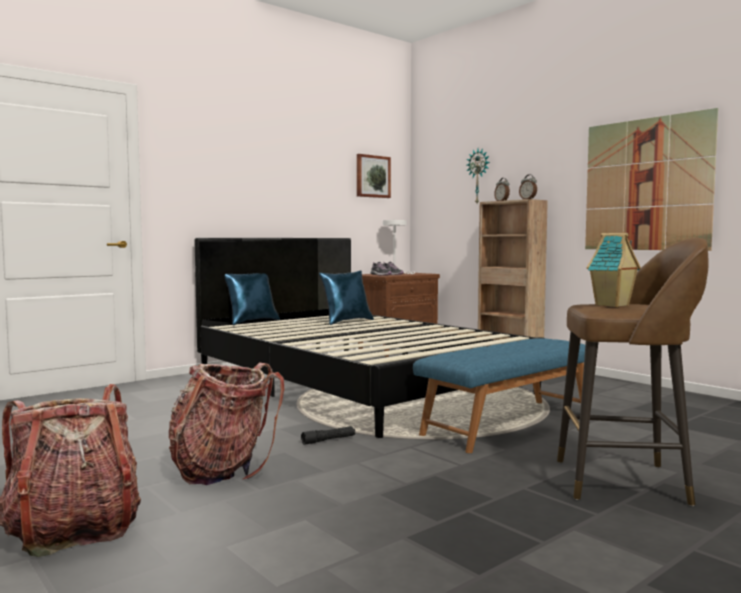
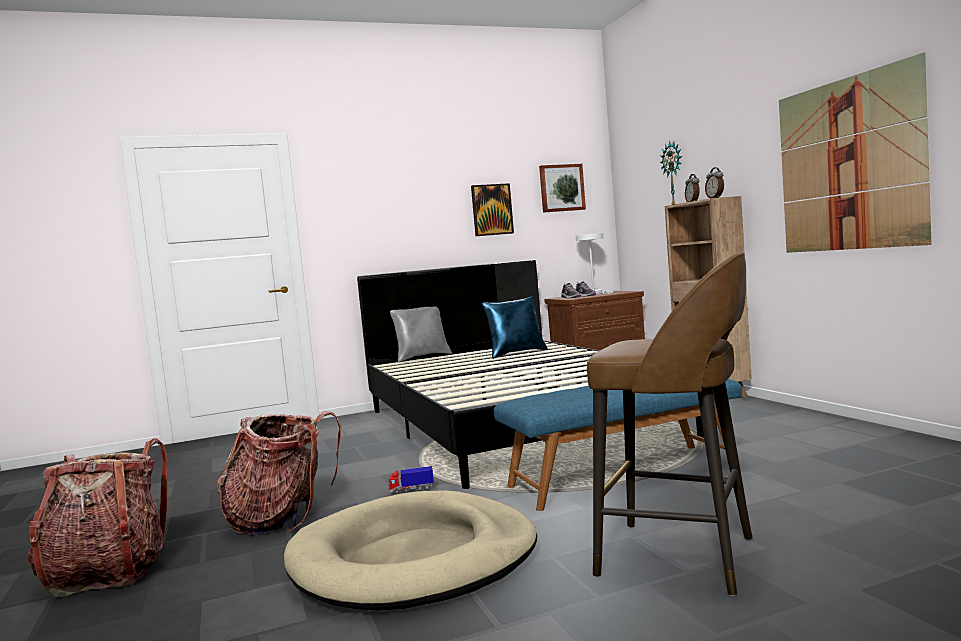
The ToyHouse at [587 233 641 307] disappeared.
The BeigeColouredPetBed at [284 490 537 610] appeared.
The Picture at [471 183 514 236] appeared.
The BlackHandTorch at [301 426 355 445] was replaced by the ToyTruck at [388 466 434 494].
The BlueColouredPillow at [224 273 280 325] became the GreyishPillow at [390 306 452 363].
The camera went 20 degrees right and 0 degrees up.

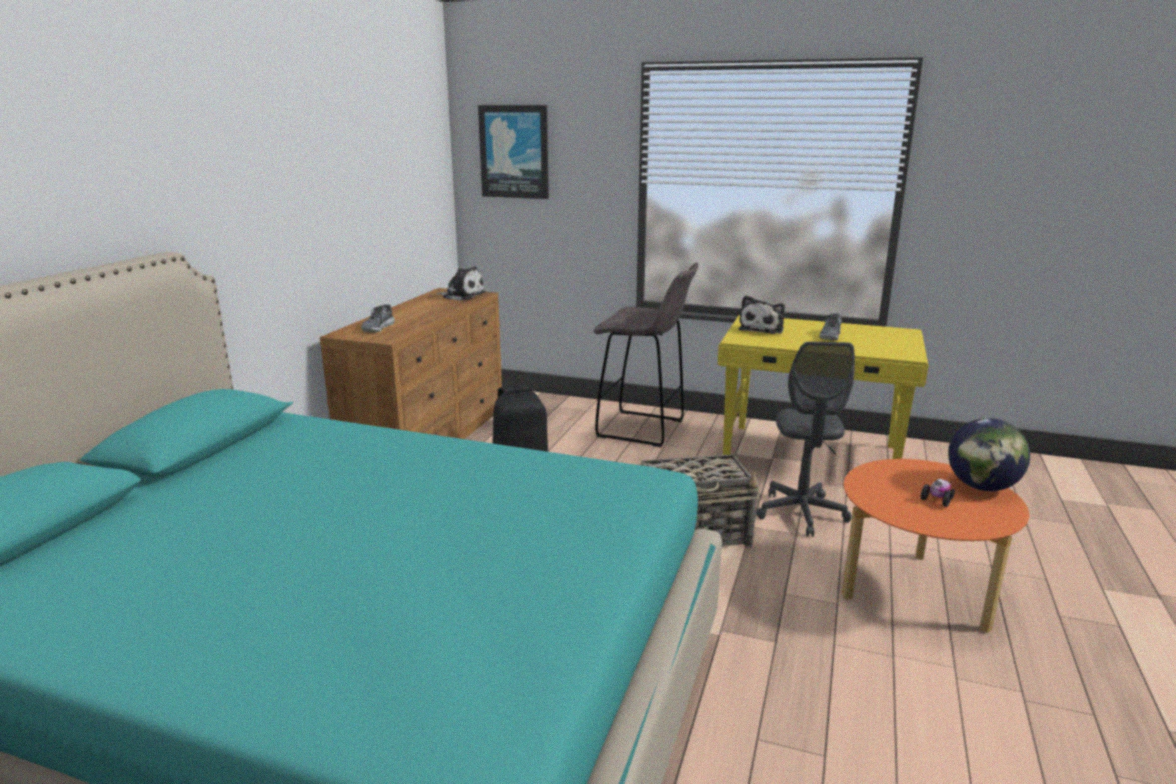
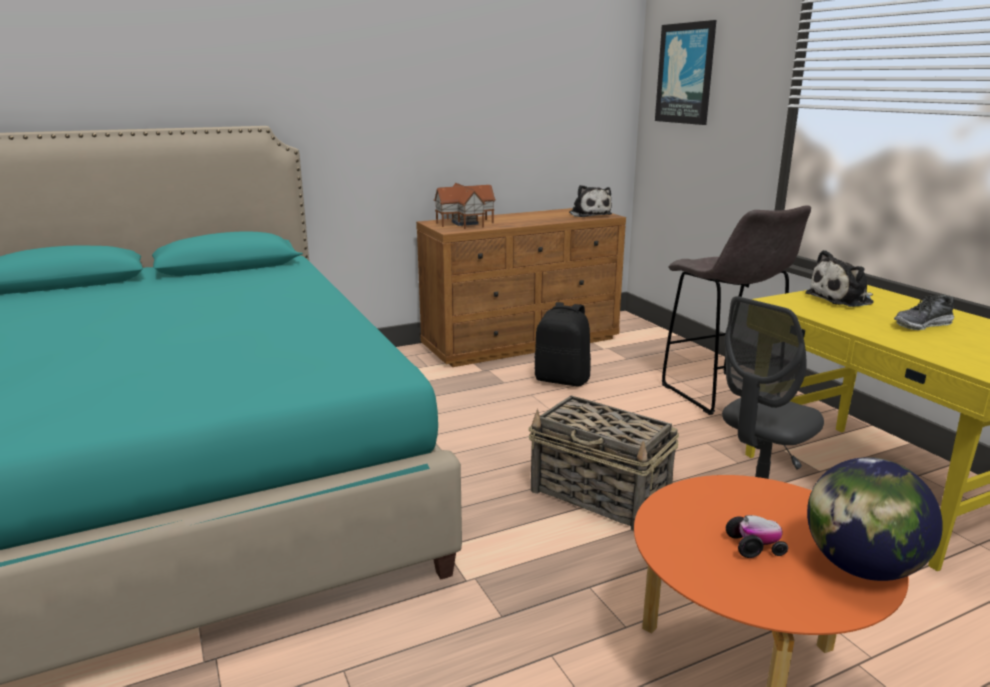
The LowShoe at [361 304 395 333] was replaced by the ToyHouse at [434 183 496 229].
The camera went 45 degrees right and 0 degrees up.

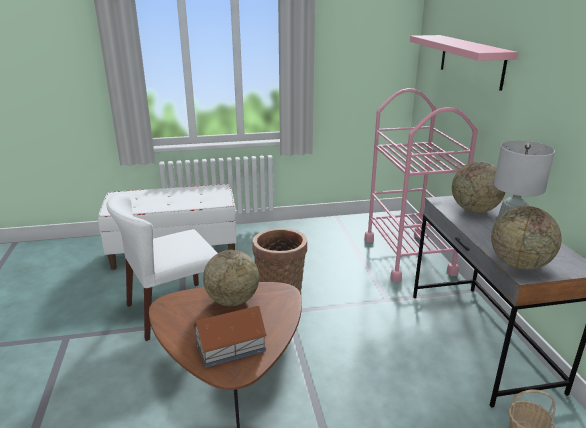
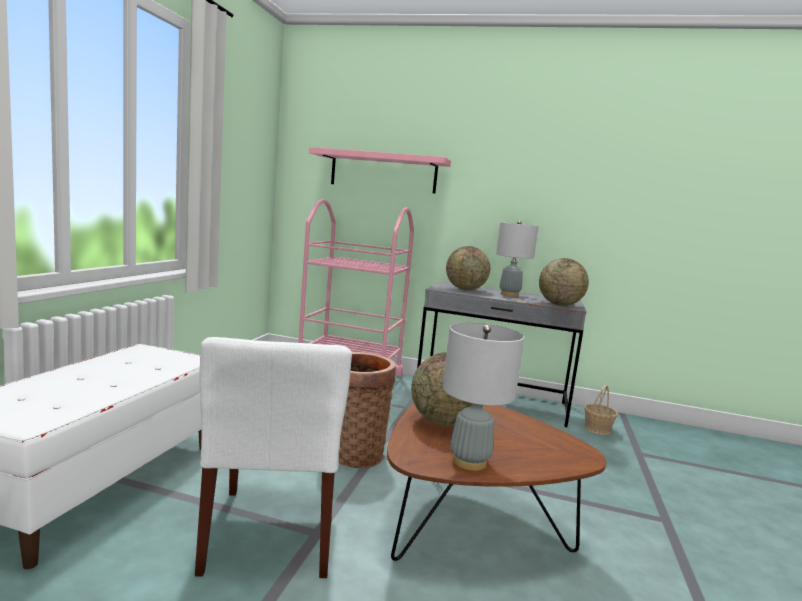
The ToyHouse at [192 306 267 368] disappeared.
The GreyishLampForATable at [443 322 524 471] appeared.
The camera went 65 degrees left and 15 degrees down.

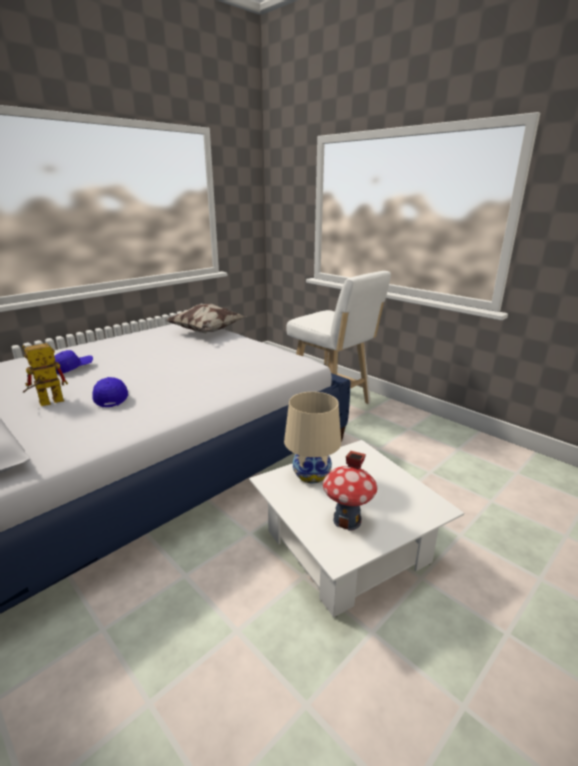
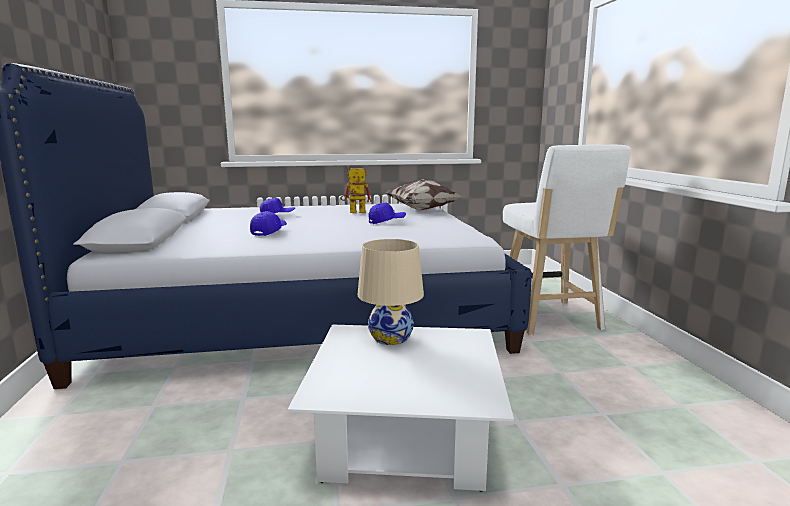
The ToyHouse at [323 451 378 531] disappeared.
The BlueColouredPeakedCap at [369 203 406 224] appeared.
The RobotFigure moved from [22 343 68 406] to [340 166 371 213].
The camera went 35 degrees right and 10 degrees down.

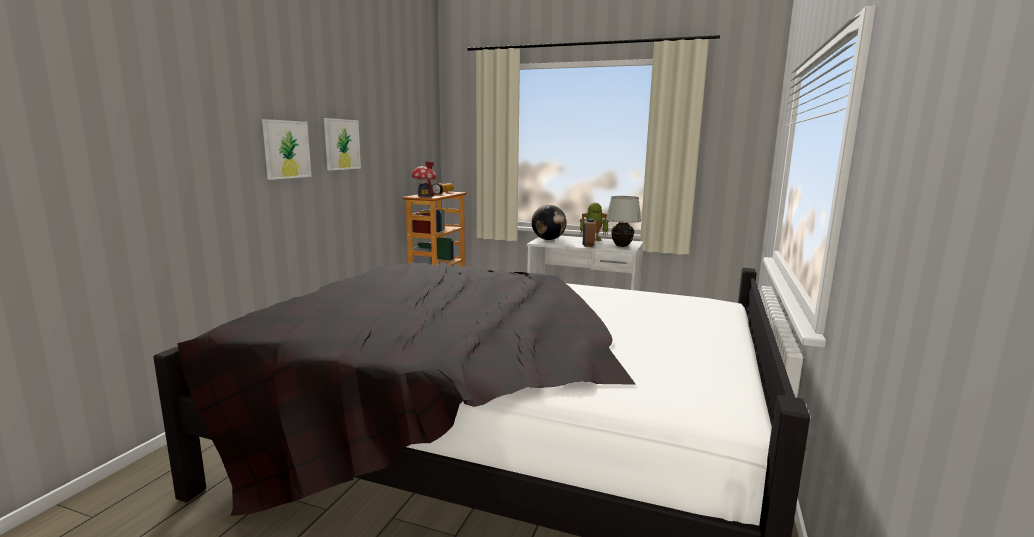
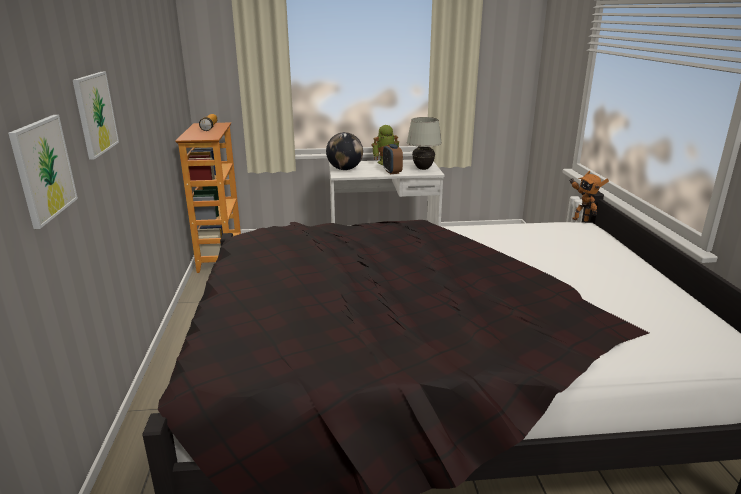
The ToyHouse at [411 161 436 197] disappeared.
The RobotFigure at [569 170 609 222] appeared.
The Picture moved from [324 118 361 170] to [8 115 78 229].
The camera went 25 degrees left and 10 degrees up.

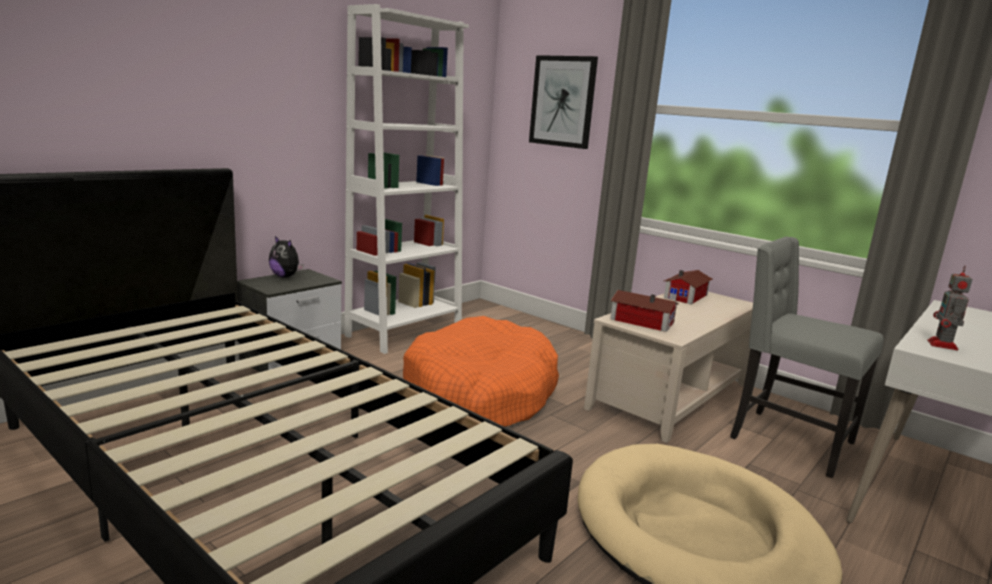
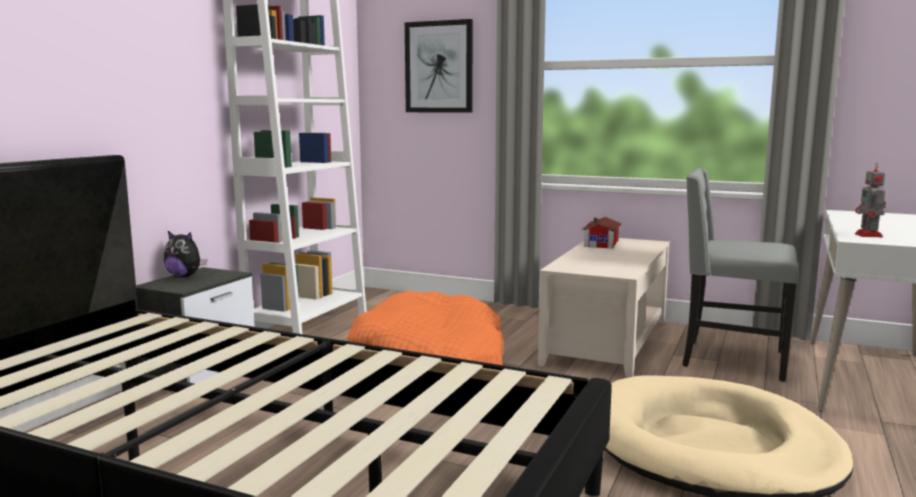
The ToyHouse at [610 290 679 332] disappeared.
The camera went 15 degrees left and 5 degrees down.

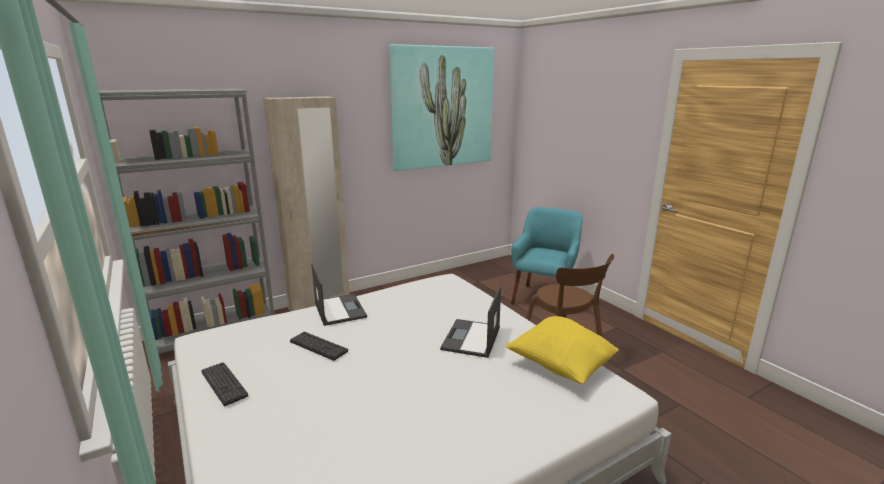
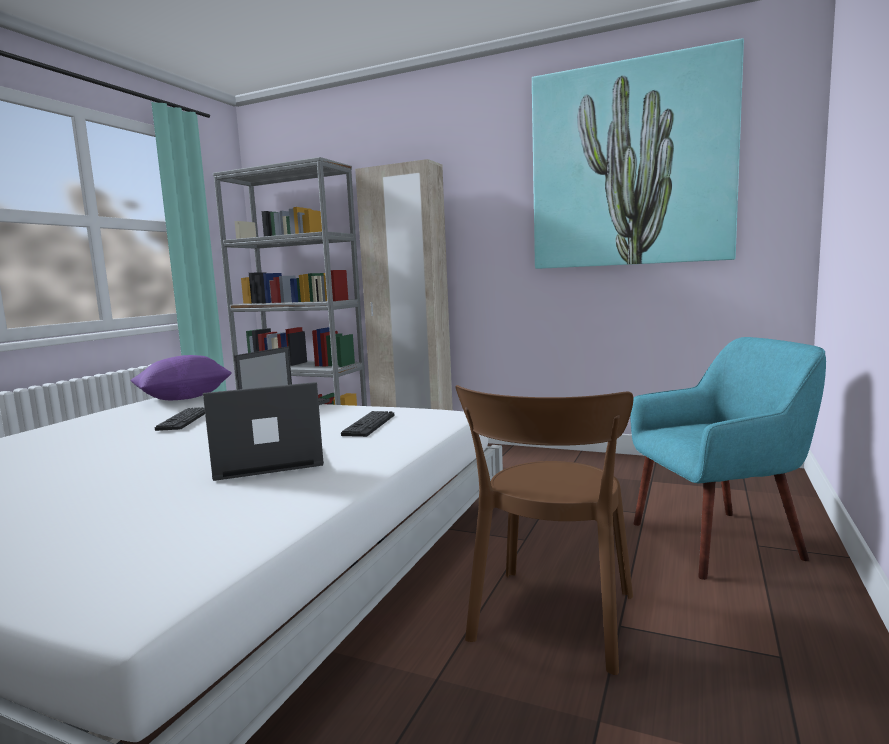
The YellowishPillow at [505 316 619 384] disappeared.
The PurpleColouredPillow at [130 355 232 400] appeared.
The PcKeyboard moved from [201 362 248 406] to [341 411 394 437].
The camera went 55 degrees right and 10 degrees down.

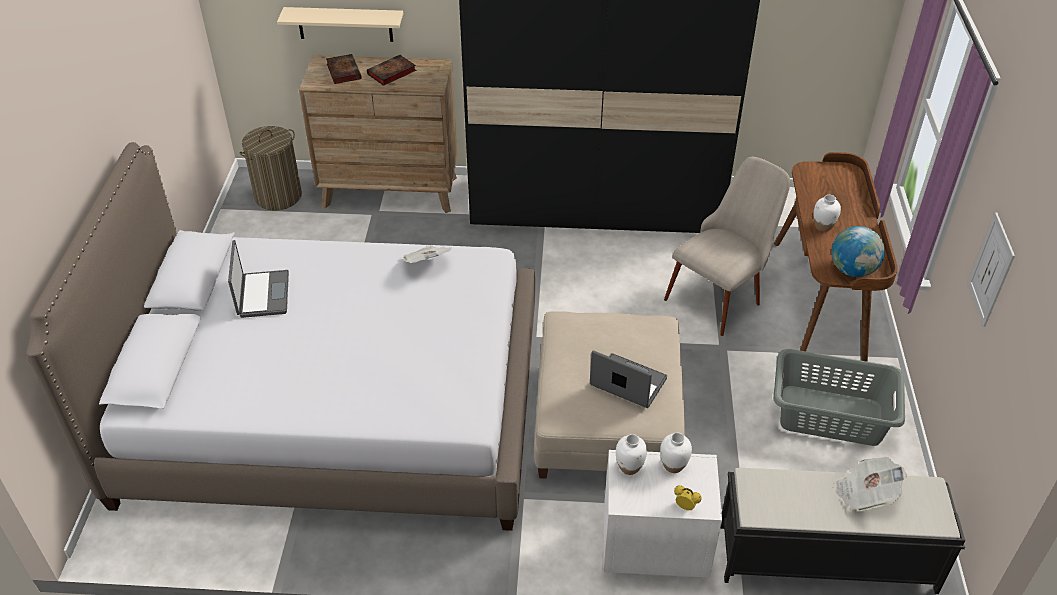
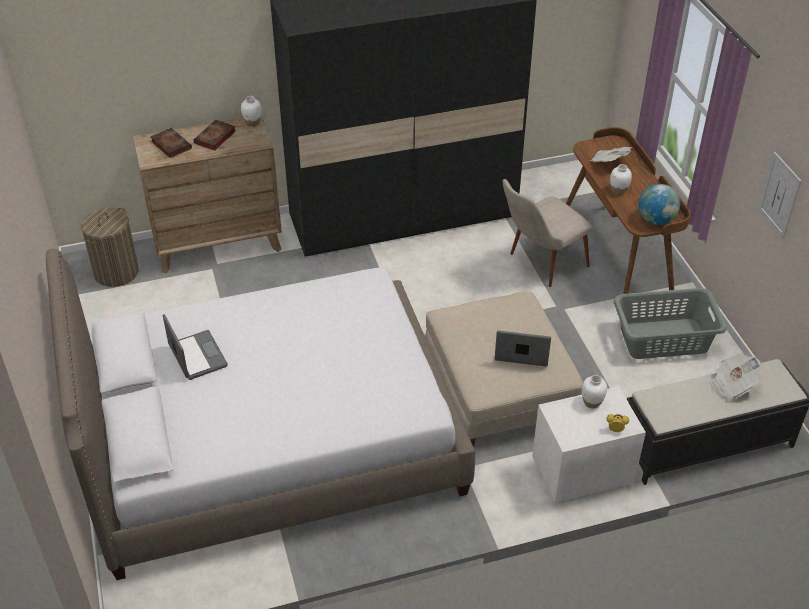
The BeigeColouredShelf at [277 7 403 42] disappeared.
The DailyPaper moved from [403 245 451 263] to [590 147 632 162].
The WhitishVase moved from [616 434 647 475] to [241 96 262 127].
The BeigeColouredUprightChair at [664 157 790 336] turned 150 degrees counterclockwise.
The camera went 20 degrees left and 0 degrees up.

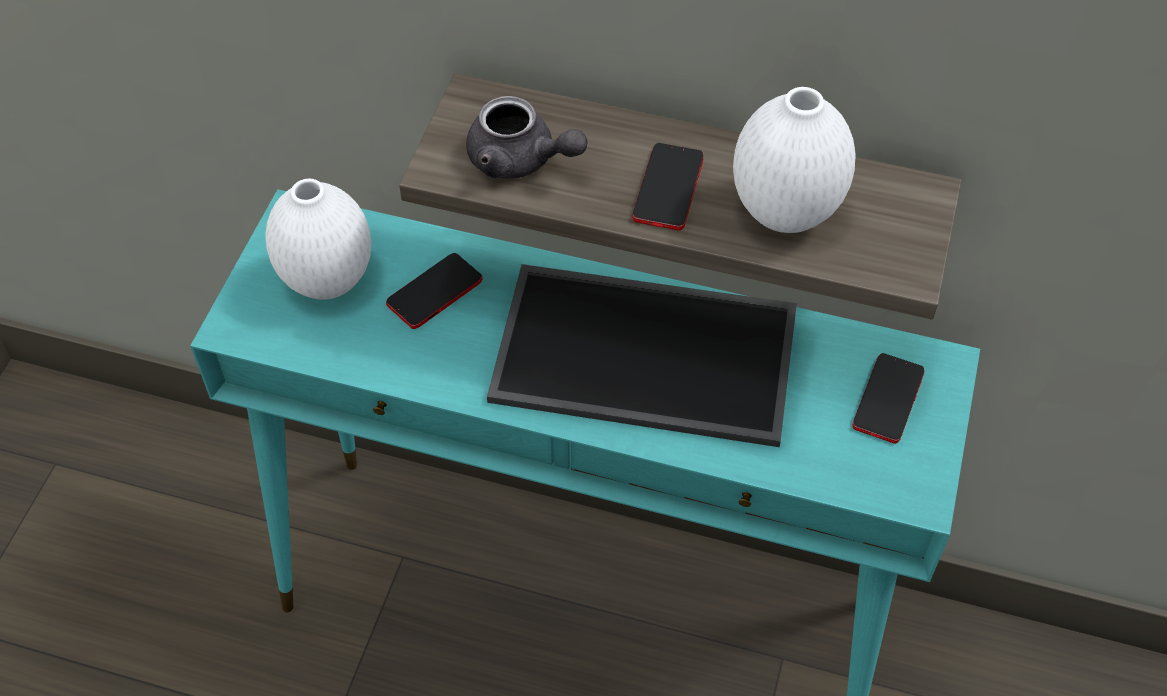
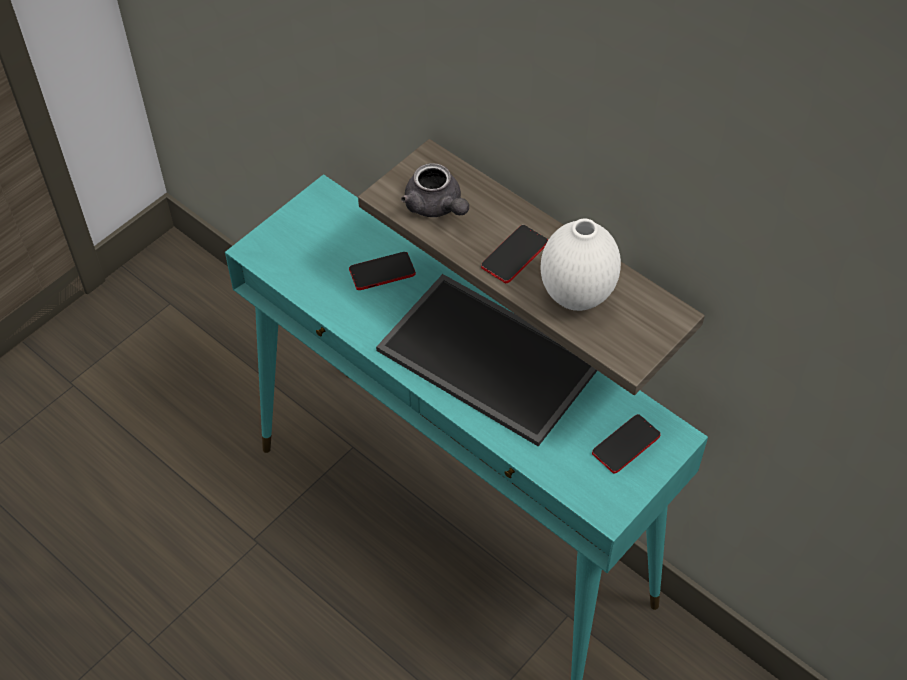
The WhitishVase at [265 179 371 300] disappeared.
The camera went 25 degrees right and 0 degrees up.

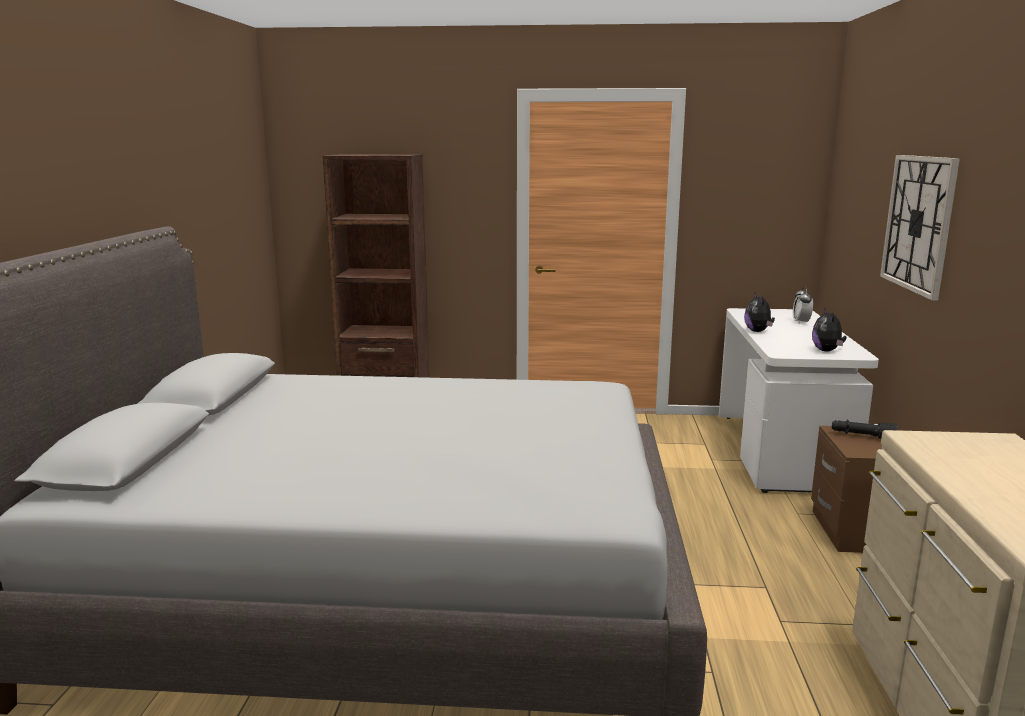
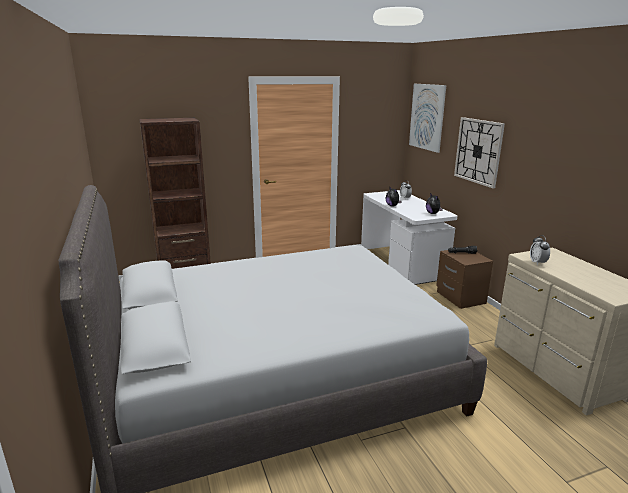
The Picture at [409 84 446 153] appeared.
The TableClock at [530 235 550 265] appeared.
The camera went 25 degrees left and 5 degrees up.

